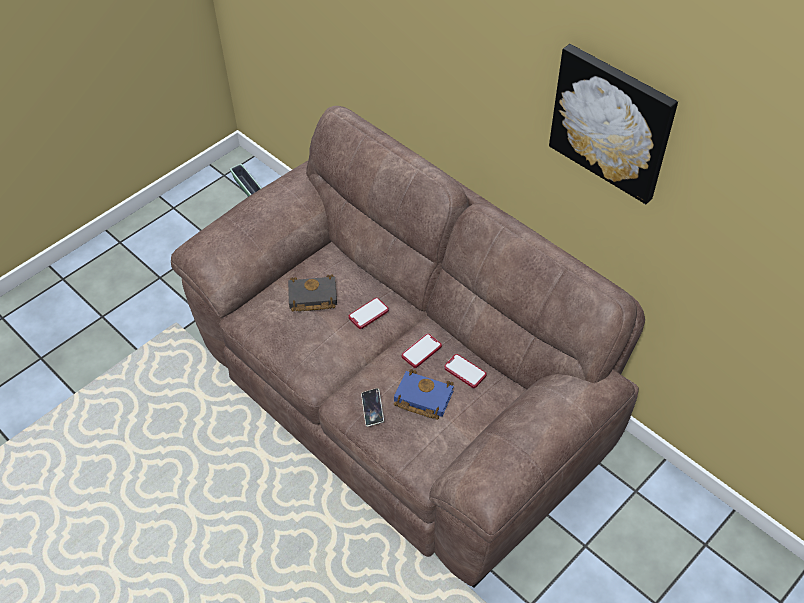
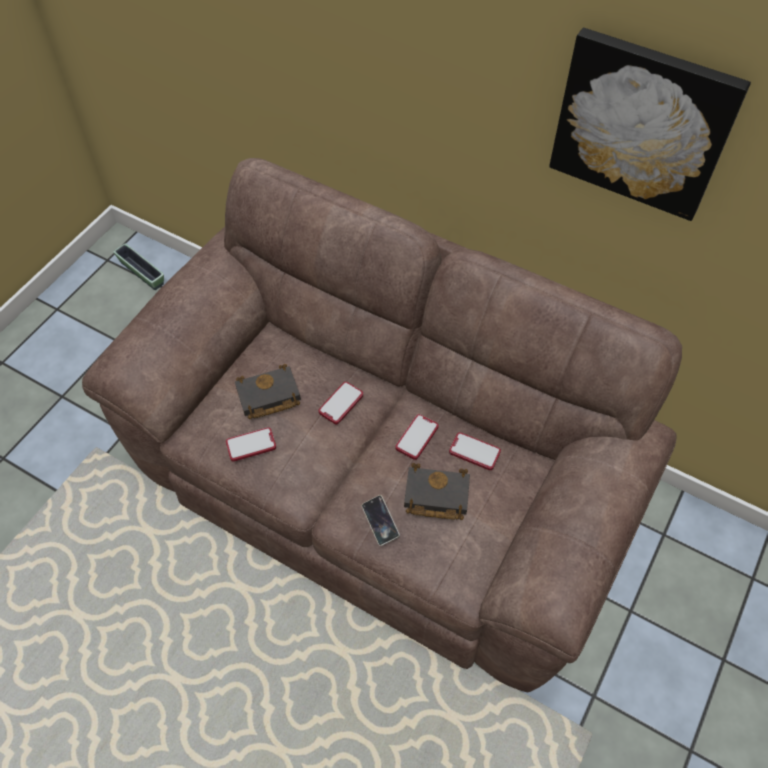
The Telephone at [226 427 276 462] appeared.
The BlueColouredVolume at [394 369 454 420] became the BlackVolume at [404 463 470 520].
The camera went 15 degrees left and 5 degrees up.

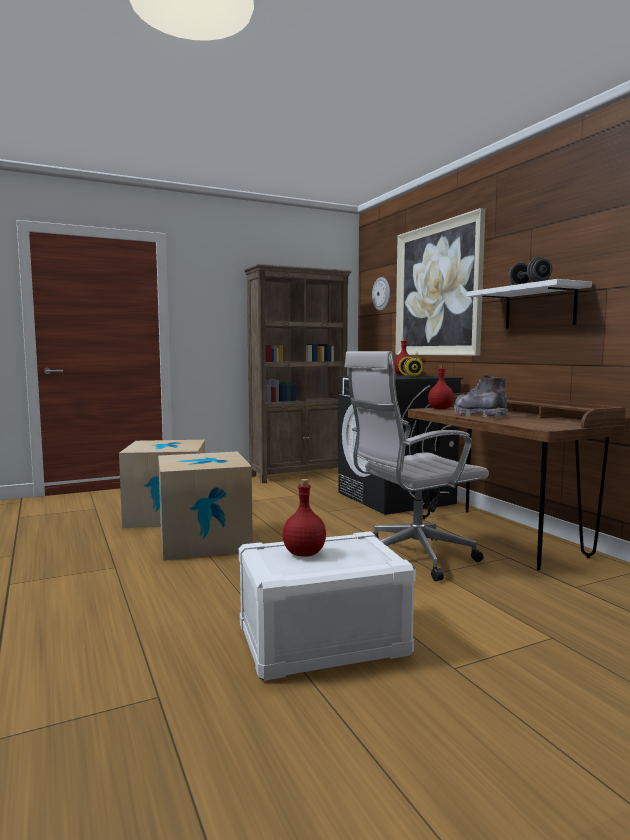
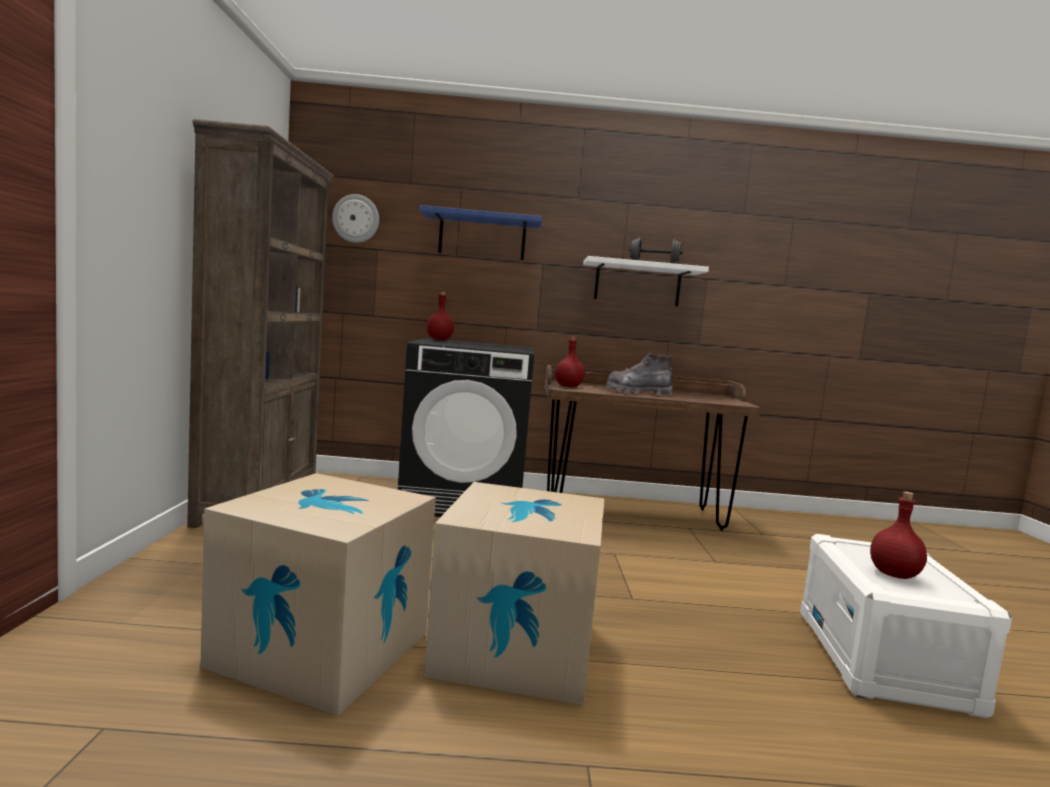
The WhitishOfficeChair at [344 351 489 581] disappeared.
The YellowishHandWeight at [398 357 424 377] disappeared.
The Picture at [395 208 485 356] was replaced by the BlueColouredShelf at [419 205 542 260].
The camera went 65 degrees left and 0 degrees up.

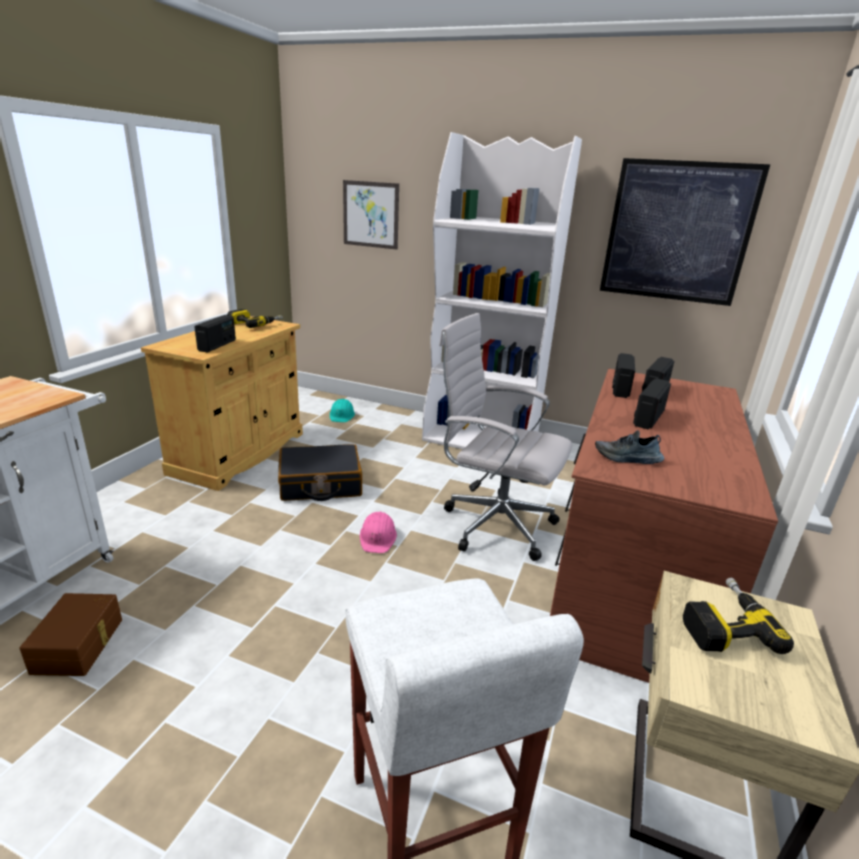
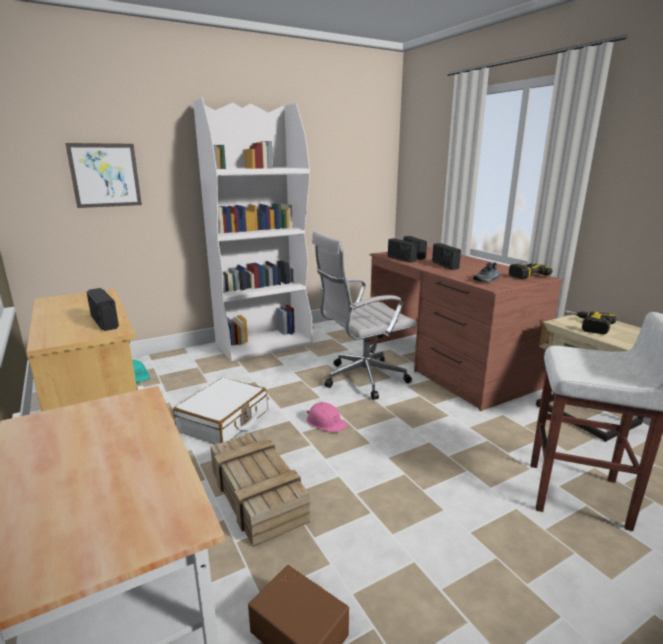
The Picture at [600 158 770 306] disappeared.
The ShippingCrate at [210 431 310 547] appeared.
The PowerDrill moved from [227 309 283 328] to [509 262 552 279].
The BlackSuitcase at [278 444 362 501] became the WhitishSuitcase at [173 377 268 445].
The camera went 50 degrees left and 5 degrees down.

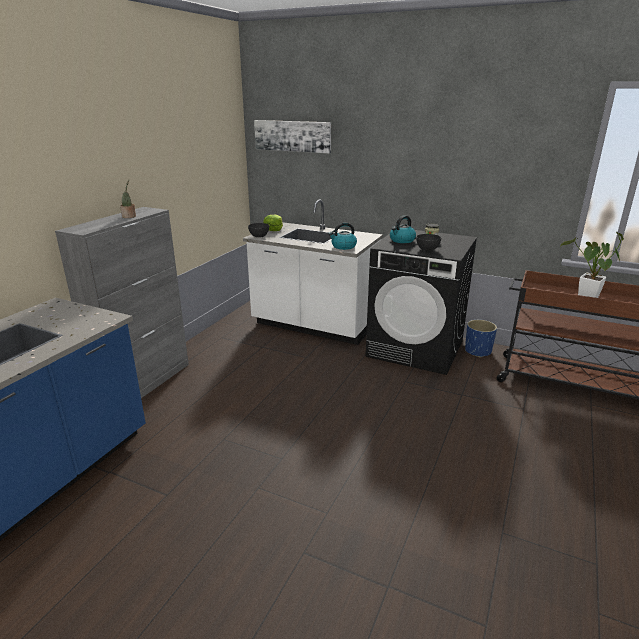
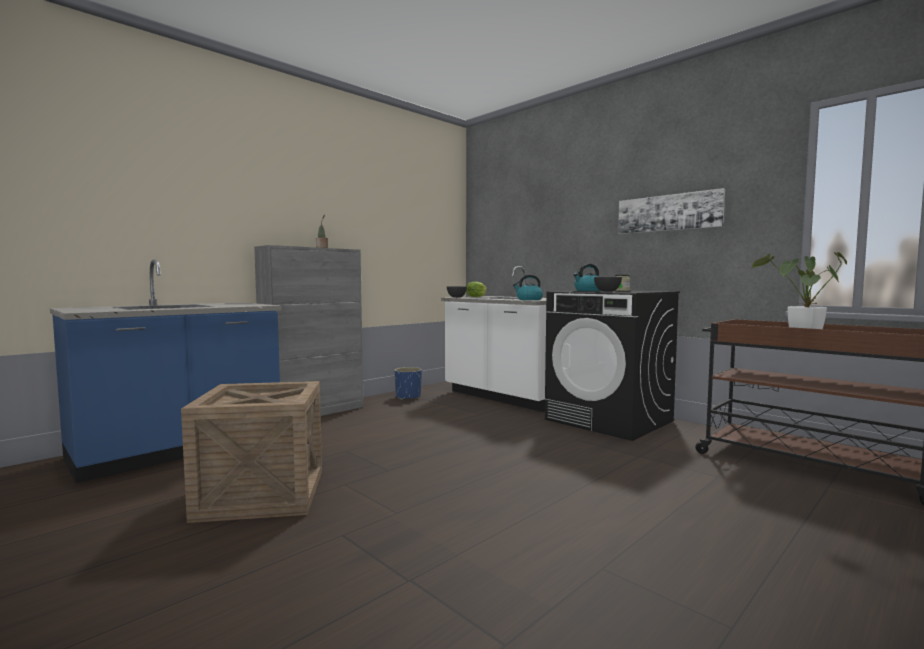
The ShippingCrate at [181 381 322 523] appeared.
The Picture moved from [254 120 331 153] to [618 188 725 234].
The BlueColouredPlantPot moved from [465 320 497 358] to [394 367 422 400].
The camera went 20 degrees right and 20 degrees down.

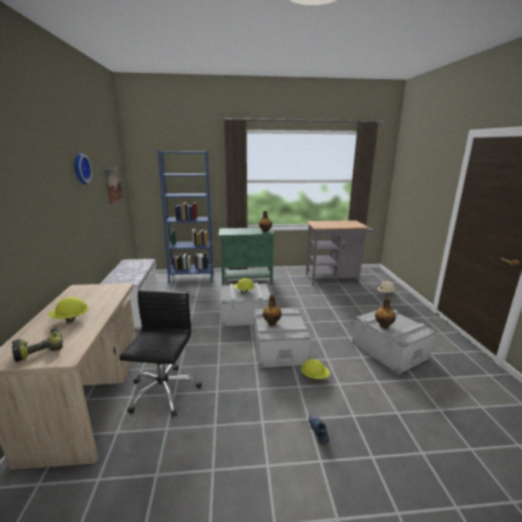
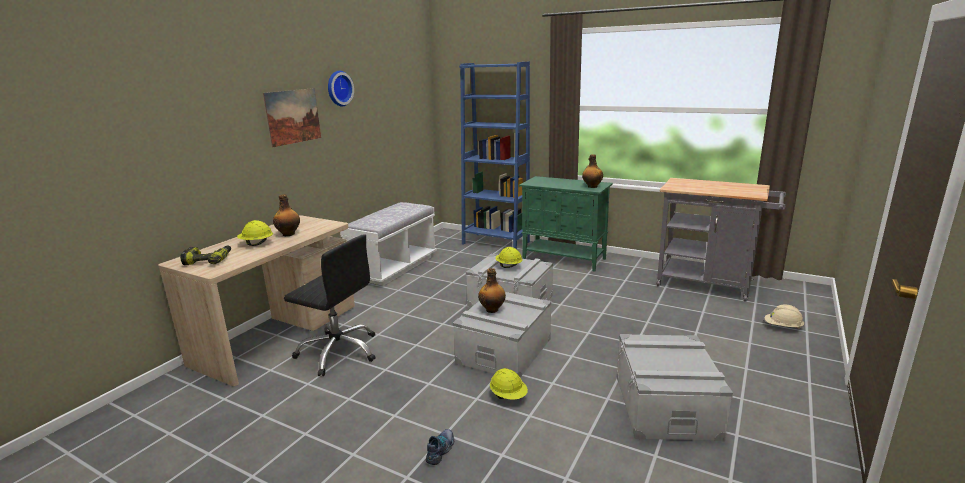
The Picture moved from [104 167 123 204] to [263 88 321 147].
The Bottle moved from [375 297 396 328] to [273 194 300 236].
The BlackOfficeChair at [119 290 202 417] turned 75 degrees clockwise.
The camera went 35 degrees right and 0 degrees up.

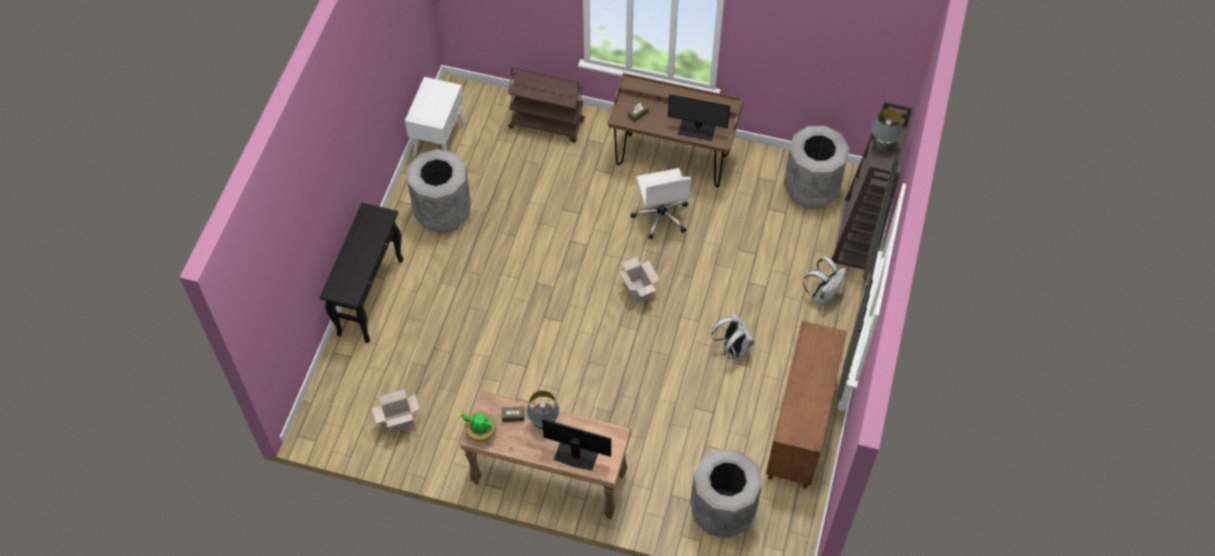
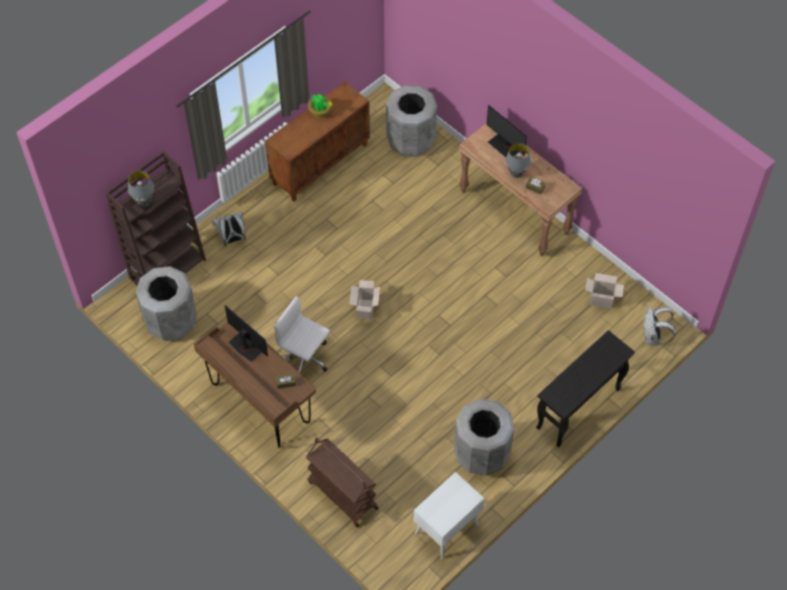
The Houseplant moved from [457 411 496 442] to [308 94 332 118].
The WhitishBackpack moved from [711 312 754 359] to [643 307 675 346].
The WhitishOfficeChair at [631 168 692 240] turned 75 degrees counterclockwise.
The camera went 150 degrees left and 0 degrees up.

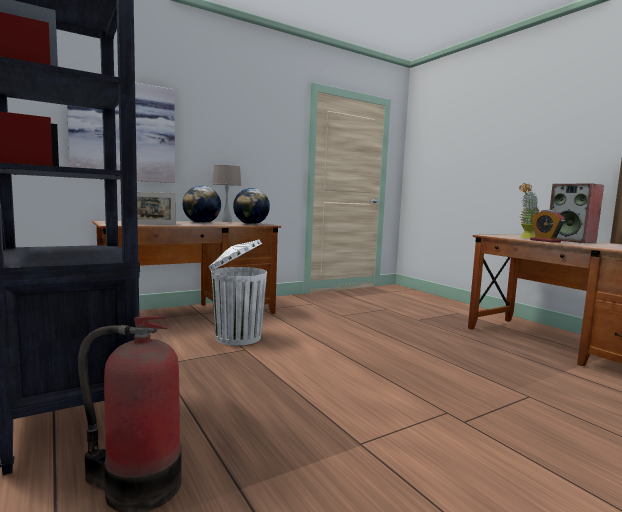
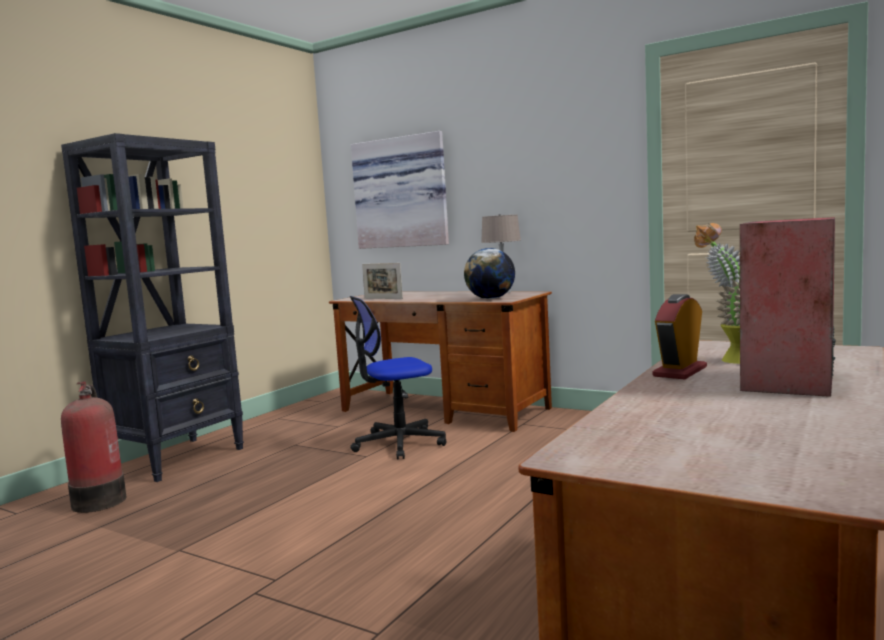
The Globe at [182 186 221 223] disappeared.
The WhitishWasteBin at [208 239 267 346] was replaced by the OfficeChair at [350 296 446 459].
The camera went 65 degrees right and 0 degrees up.

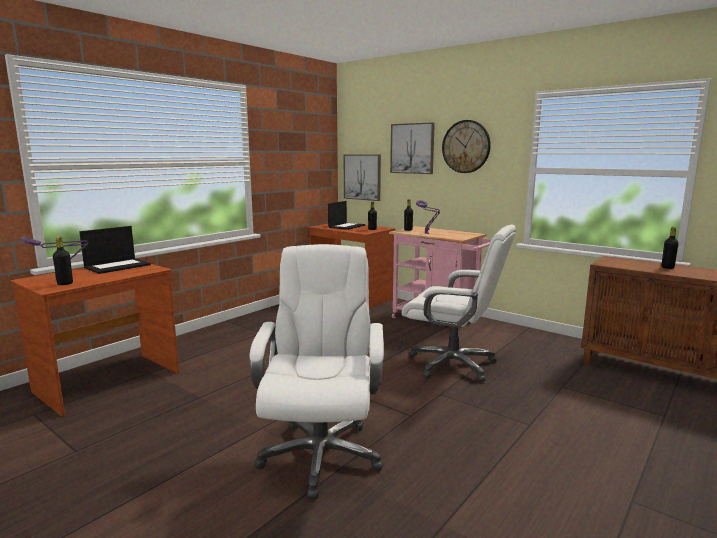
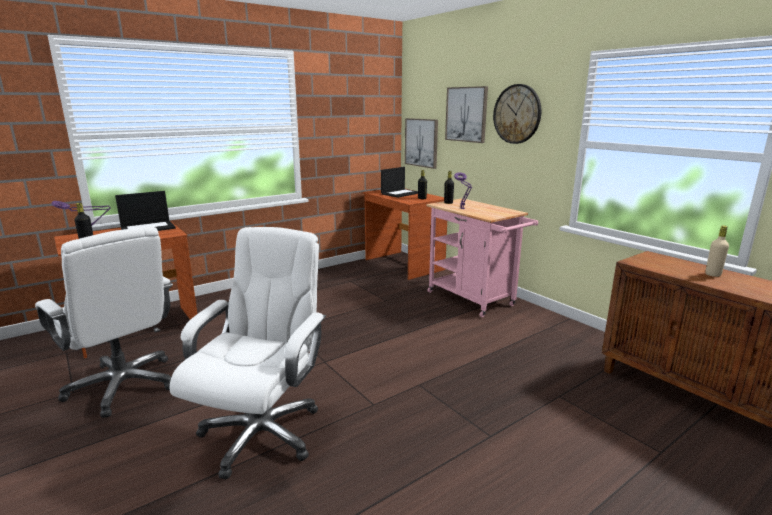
The WhitishOfficeChair moved from [402 225 516 382] to [35 226 173 418].
The BlackBottle at [661 227 679 269] became the BeigeColouredBottle at [705 225 729 277].
The camera went 15 degrees right and 5 degrees up.

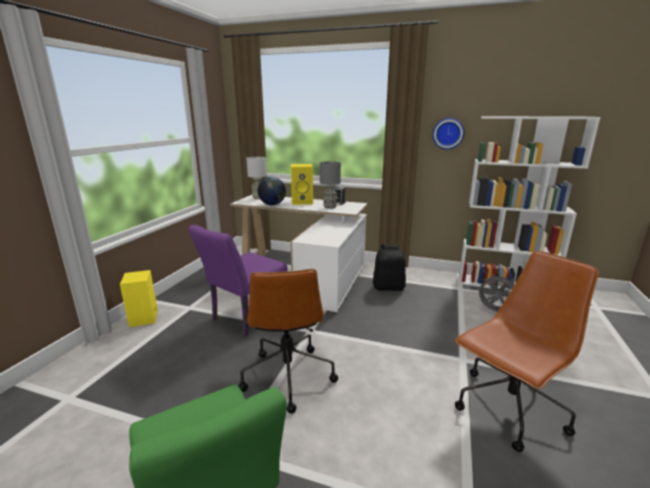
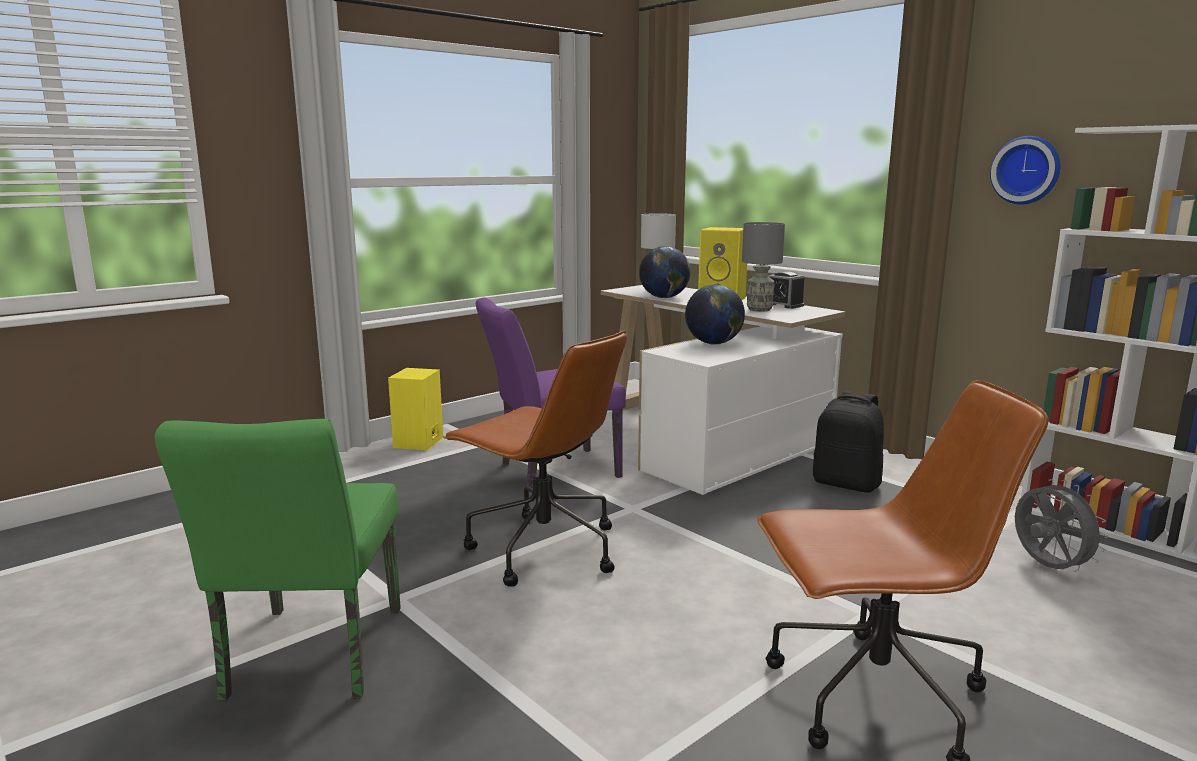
The Globe at [685 285 745 345] appeared.
The BrownOfficeChair at [239 269 338 414] turned 75 degrees counterclockwise.
The camera went 30 degrees right and 5 degrees down.

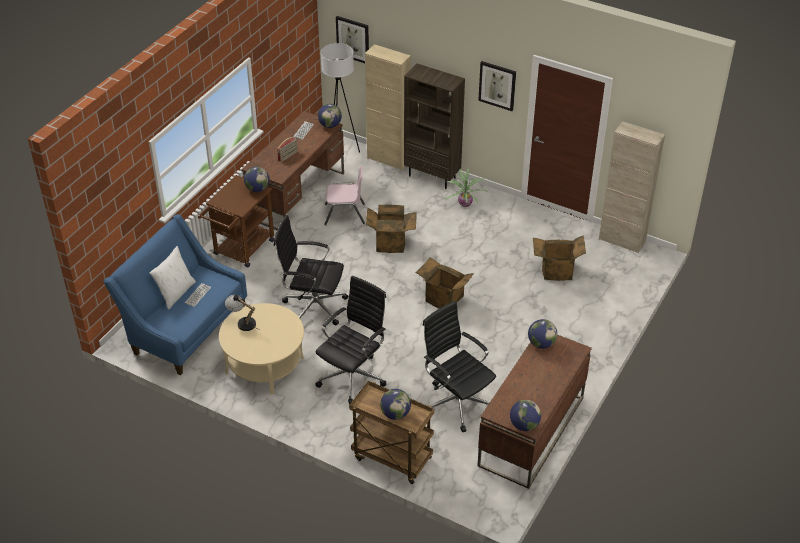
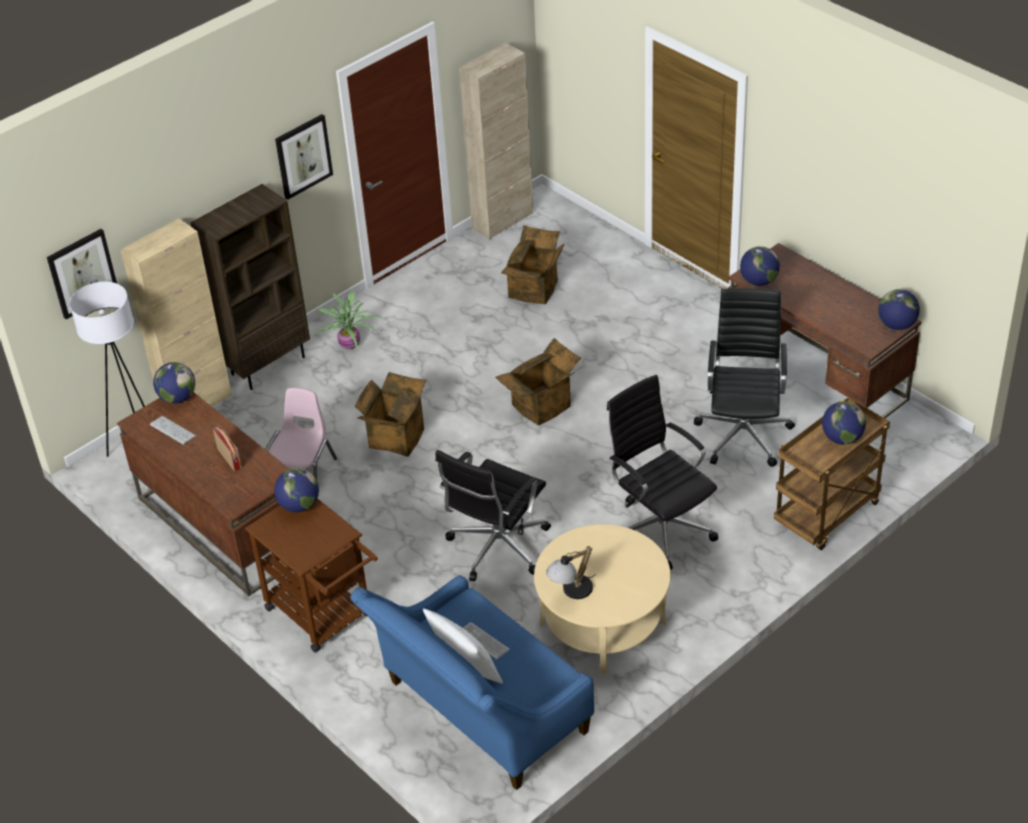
The BlackOfficeChair at [423 301 496 432] turned 120 degrees clockwise.
The camera went 70 degrees left and 0 degrees up.

